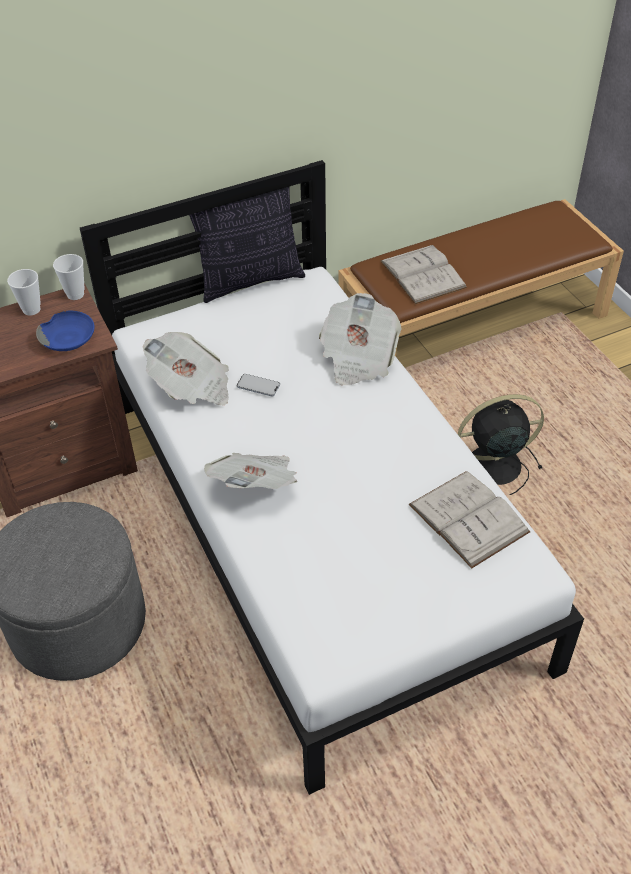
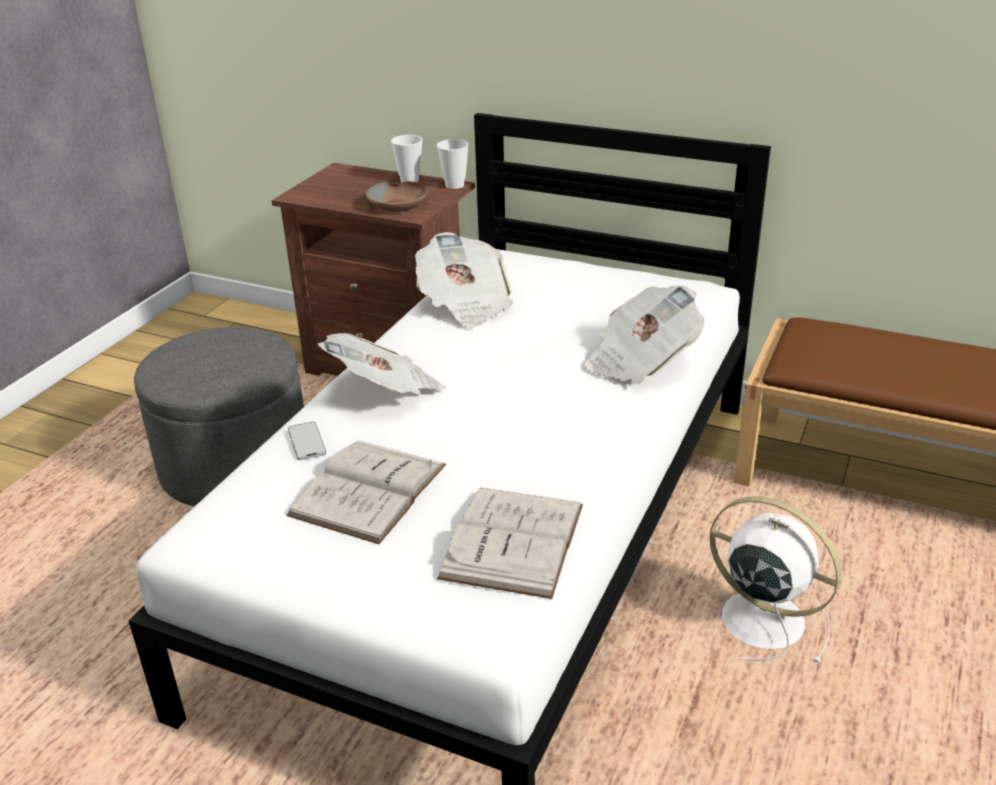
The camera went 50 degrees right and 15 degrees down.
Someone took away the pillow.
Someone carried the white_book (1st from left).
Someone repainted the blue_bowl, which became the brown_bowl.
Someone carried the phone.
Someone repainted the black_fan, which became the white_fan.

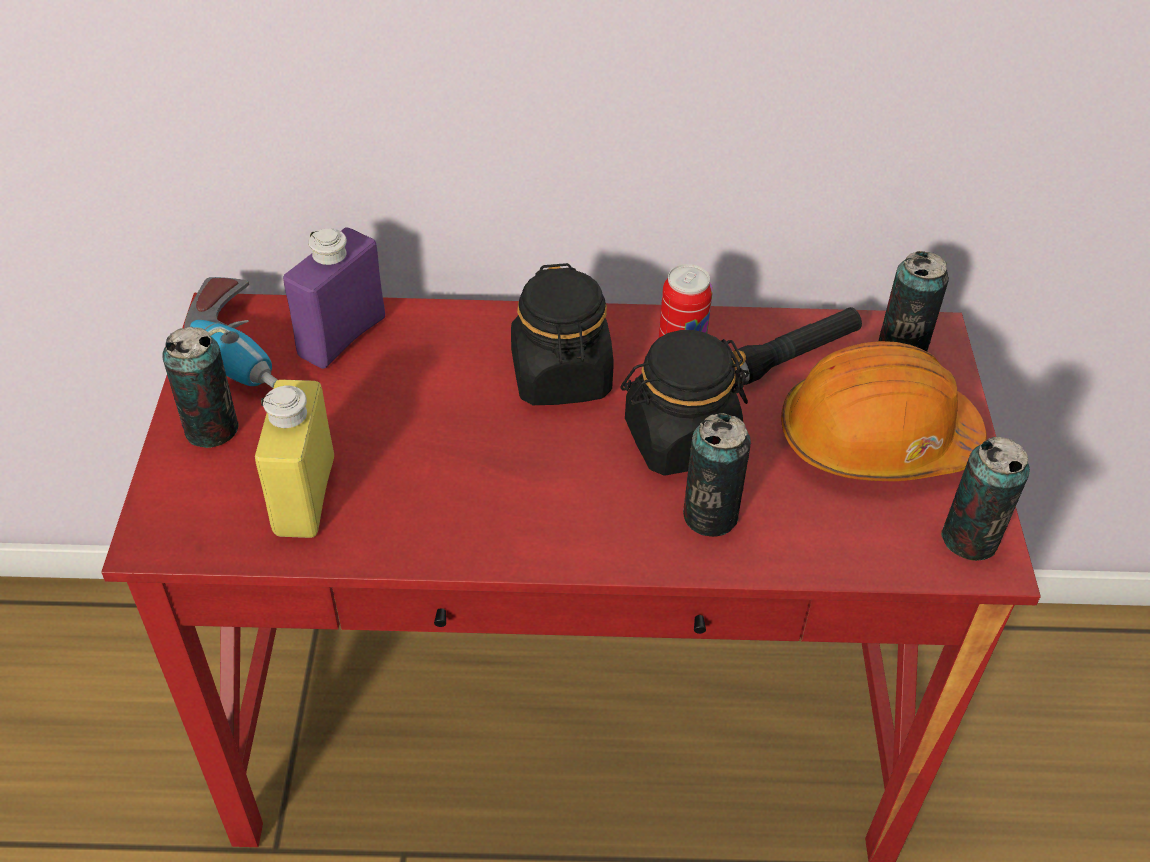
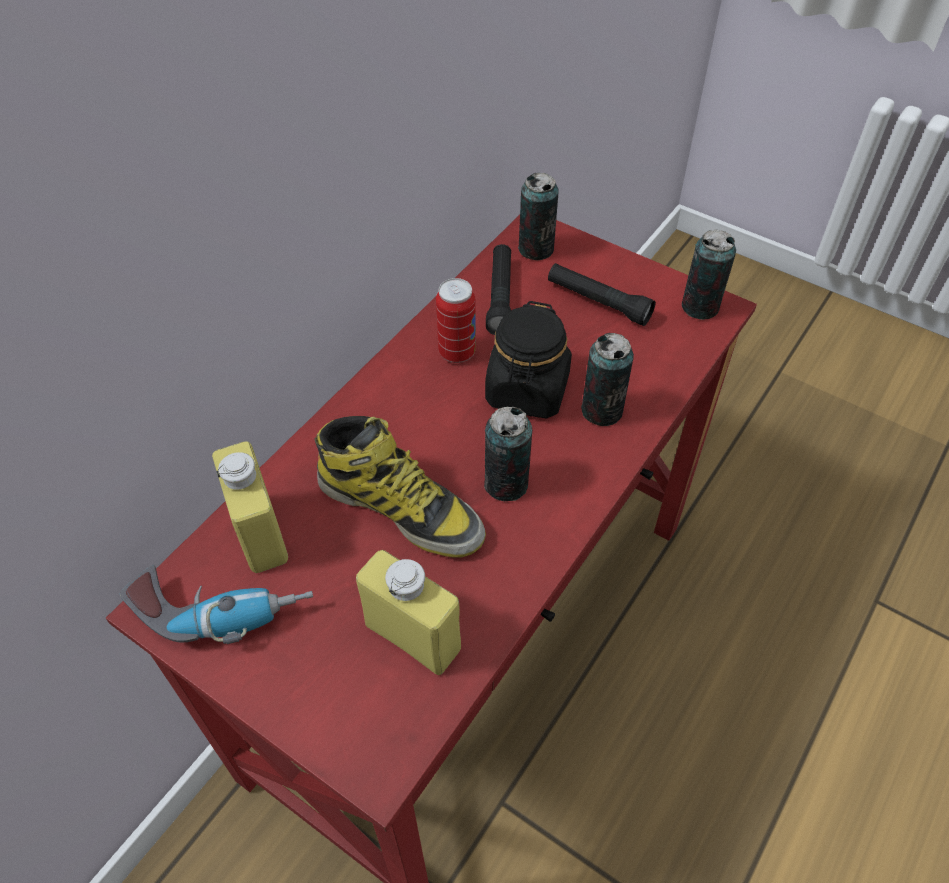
The camera went 55 degrees left and 5 degrees up.
Someone repainted the purple_bottle, which became the yellow_bottle (1st from left).
Someone took away the black_jar (1st from left).
Someone carried the can (1st from left in the first image).
Someone swapped the orange_hard_hat for the black_flashlight (2nd from left).
Someone put down the boot.

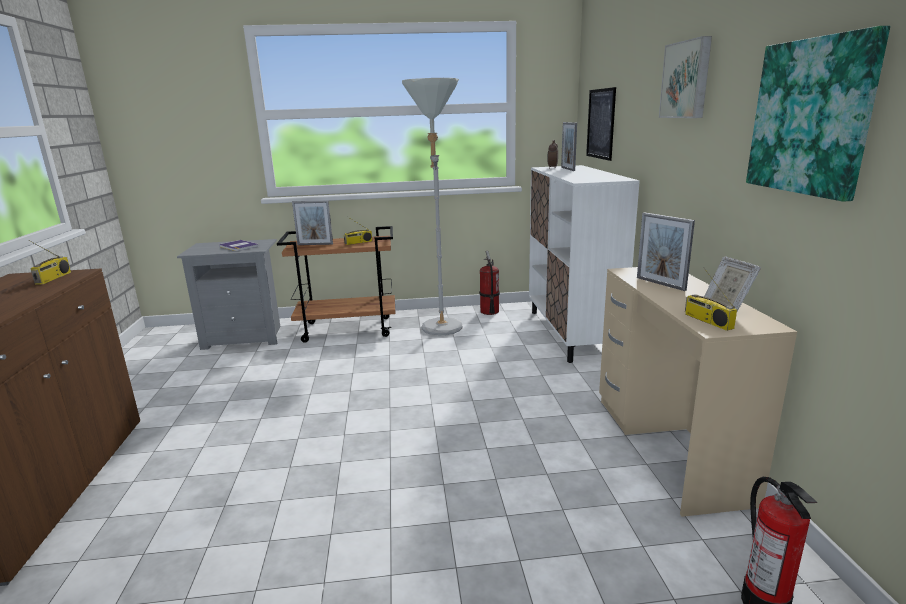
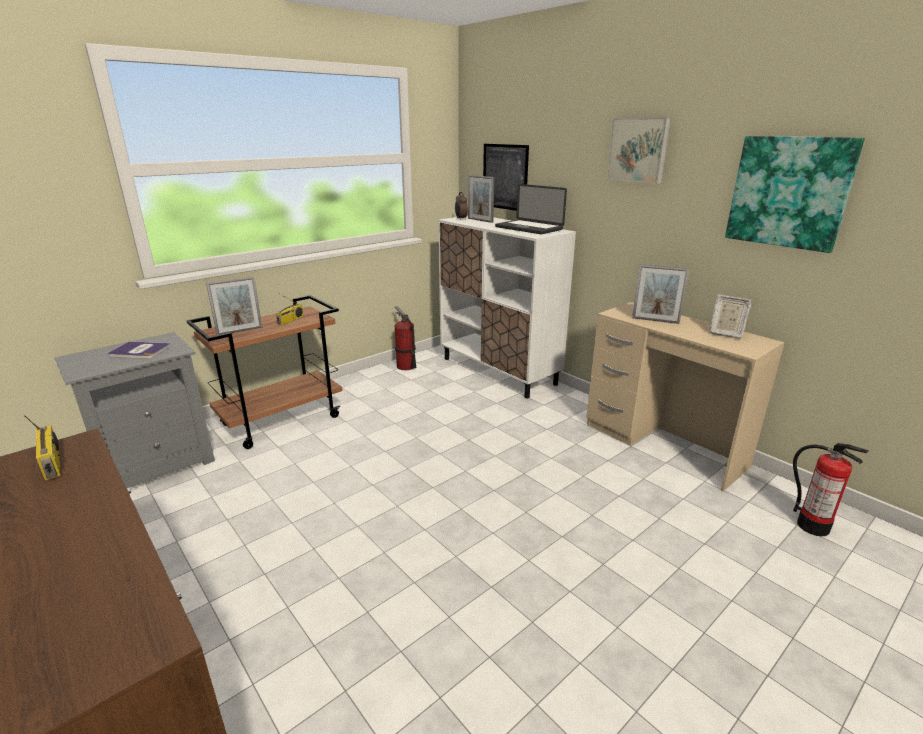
The camera went 35 degrees left and 5 degrees up.
Someone took away the grey_floor_lamp.
Someone took away the radio (3rd from left).
Someone put down the laptop.

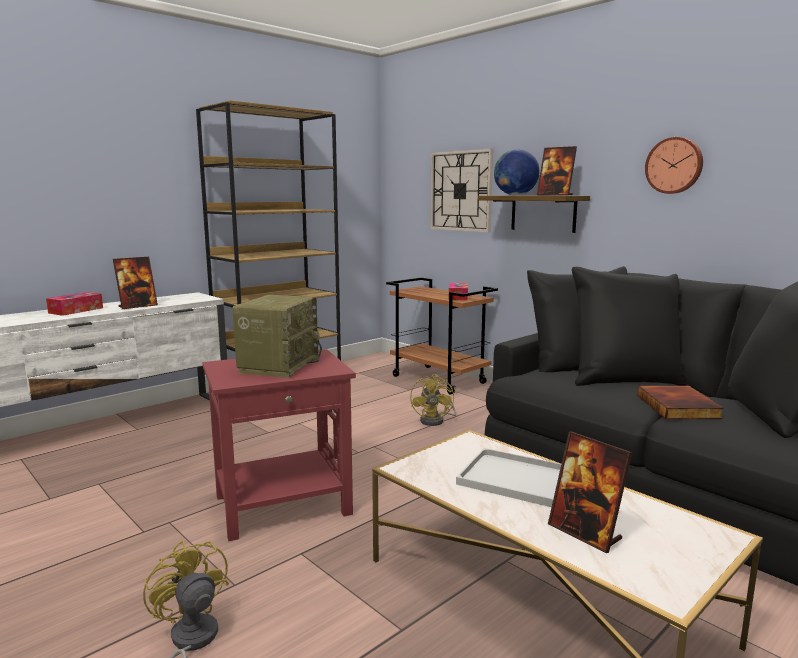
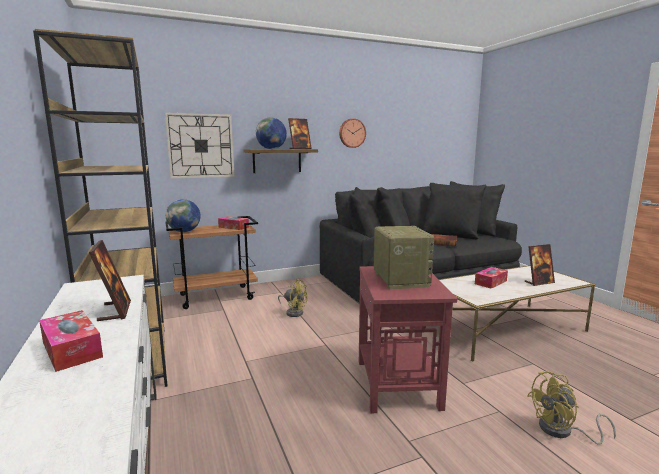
The camera went 70 degrees left and 0 degrees up.
Someone rotated the radio by 45 degrees clockwise.
Someone swapped the white_tray for the tissue_box (3rd from left).
Someone put down the globe (1st from left).

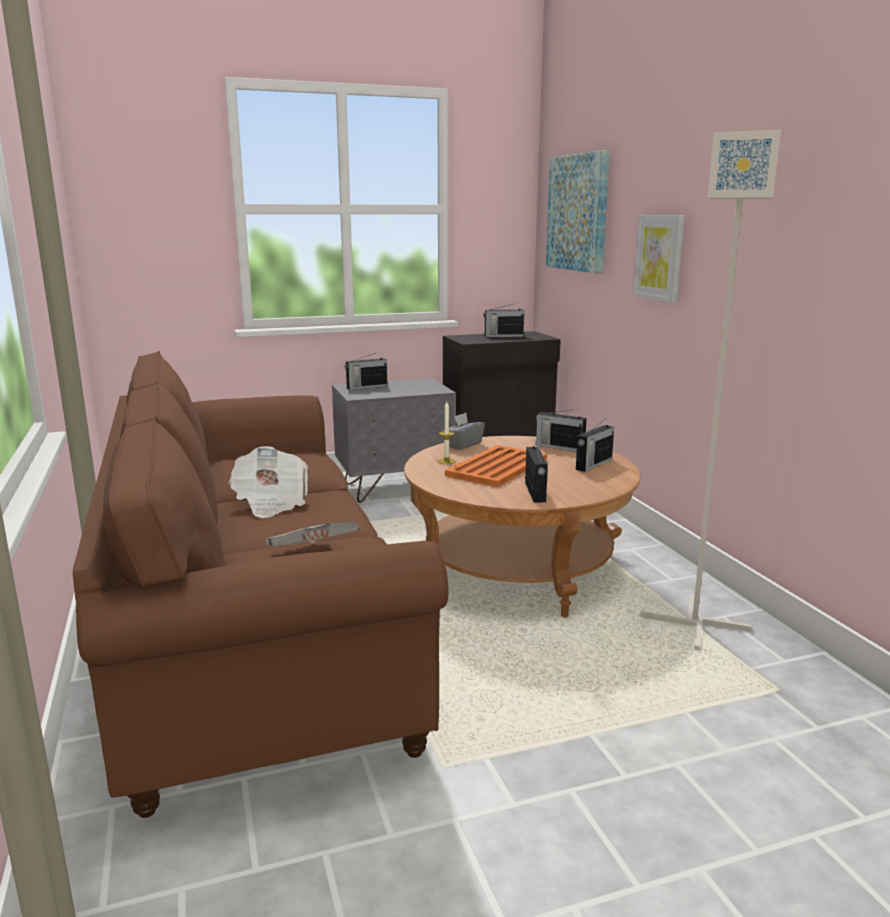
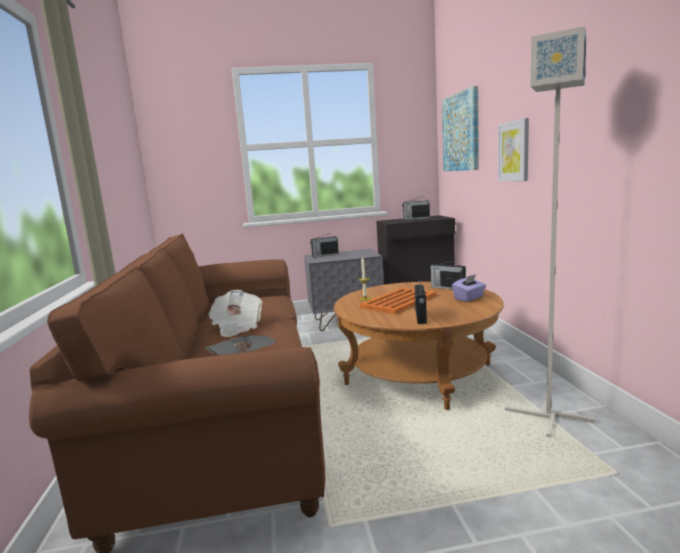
The camera went 10 degrees right and 5 degrees down.
Someone took away the grey_tissue_box.
Someone swapped the radio (5th from left) for the purple_tissue_box.

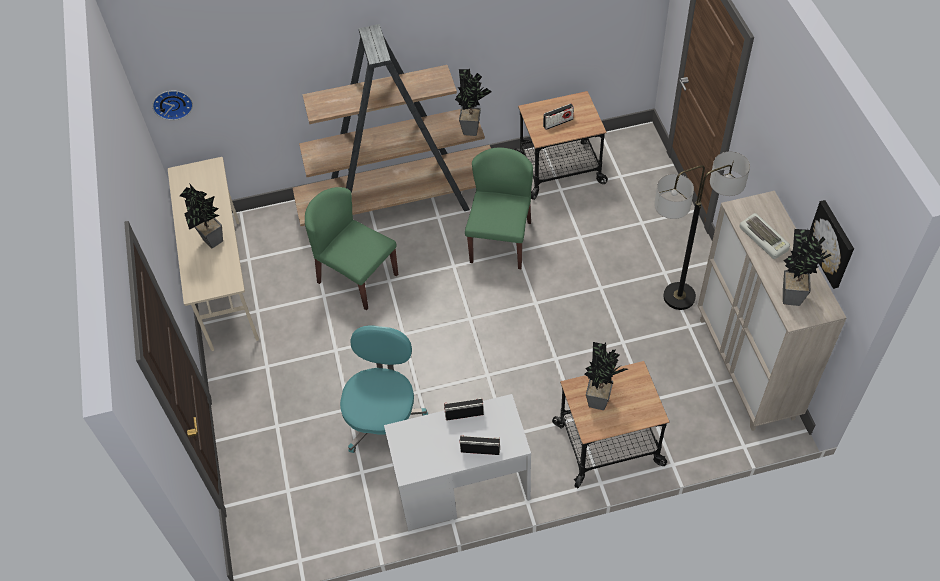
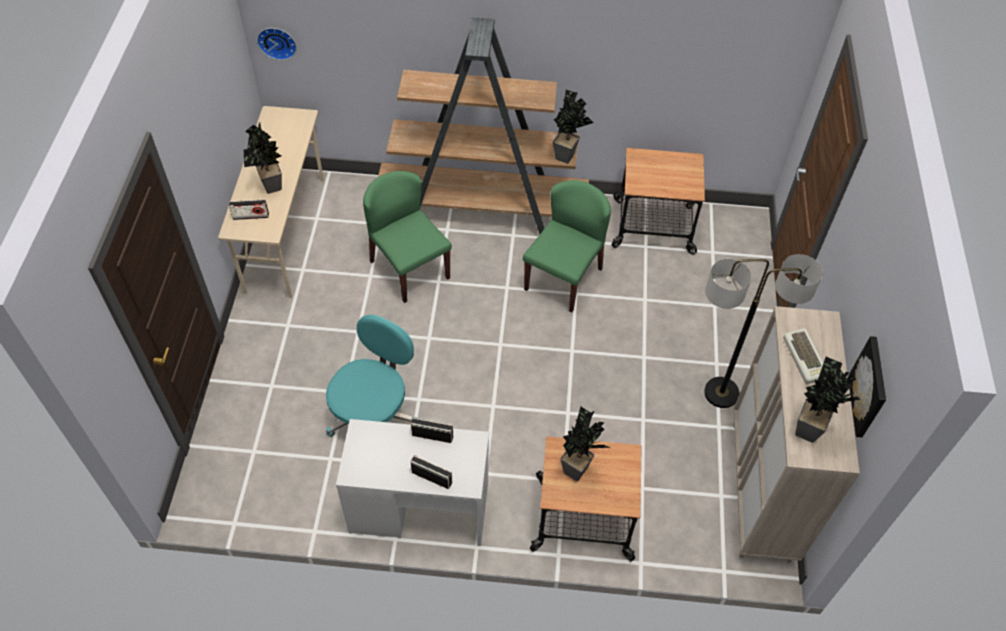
The camera went 15 degrees right and 0 degrees up.
Someone carried the radio (3rd from left in the first image).

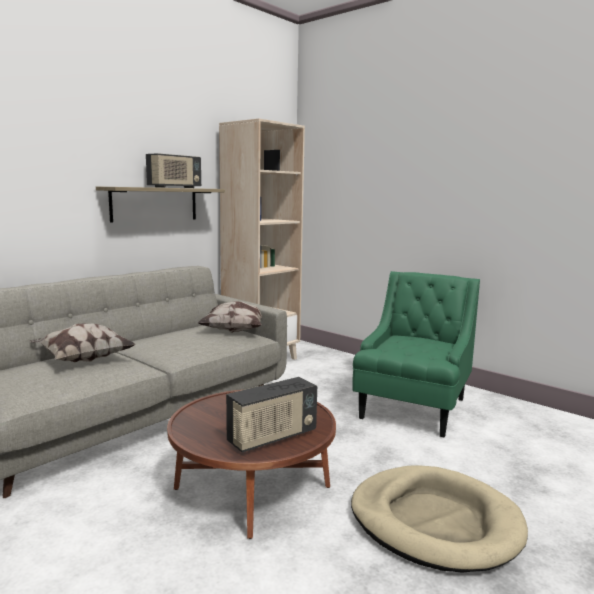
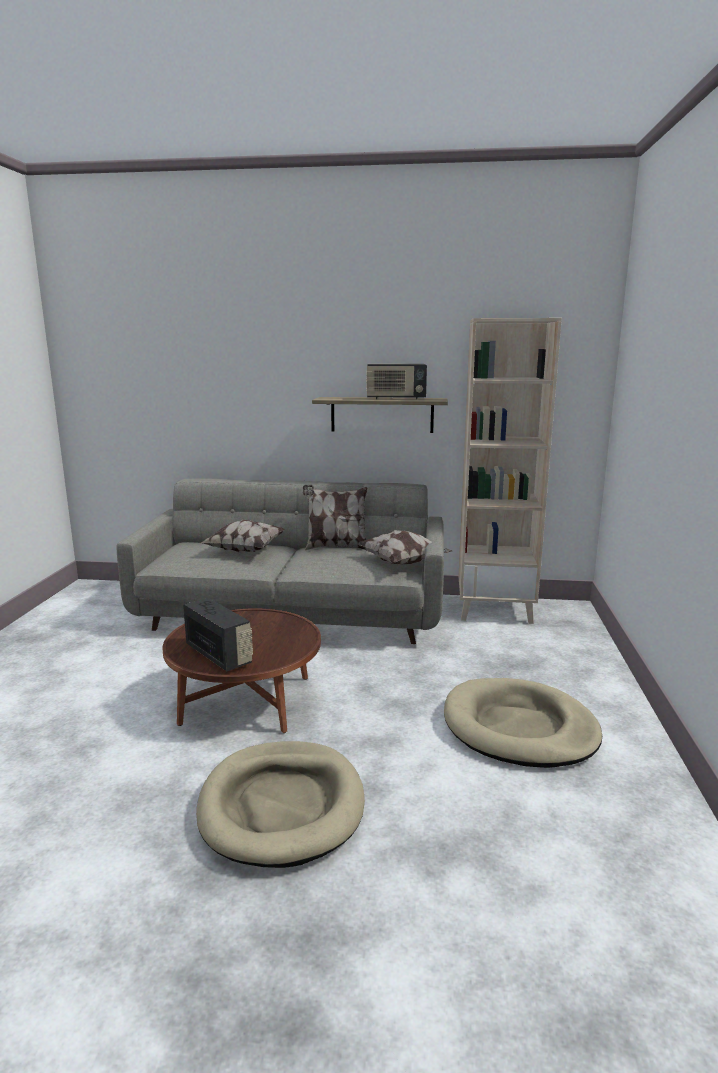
The camera went 55 degrees right and 5 degrees up.
Someone swapped the green_armchair for the beige_dog_bed (2nd from left).
Someone rotated the radio (2nd from left in the first image) by 150 degrees counterclockwise.
Someone put down the pillow (2nd from left).

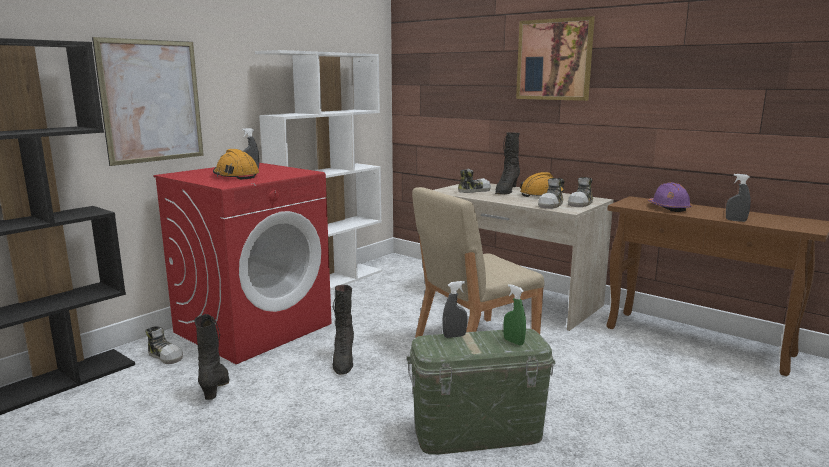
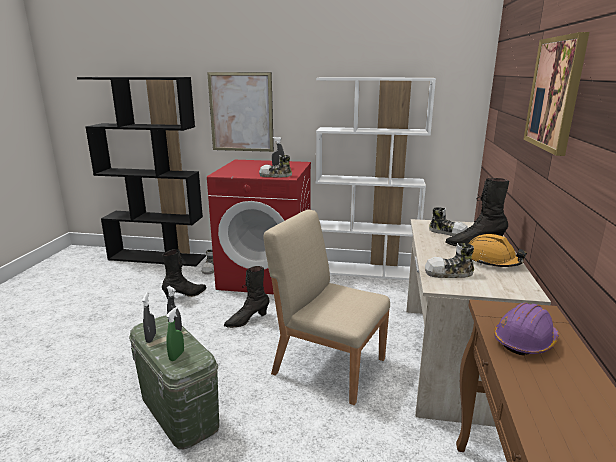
The camera went 60 degrees right and 5 degrees up.
Someone took away the orange_hard_hat (1st from left).
Someone carried the grey_spray_bottle (3rd from left in the first image).
Someone carried the shoe (4th from left in the first image).

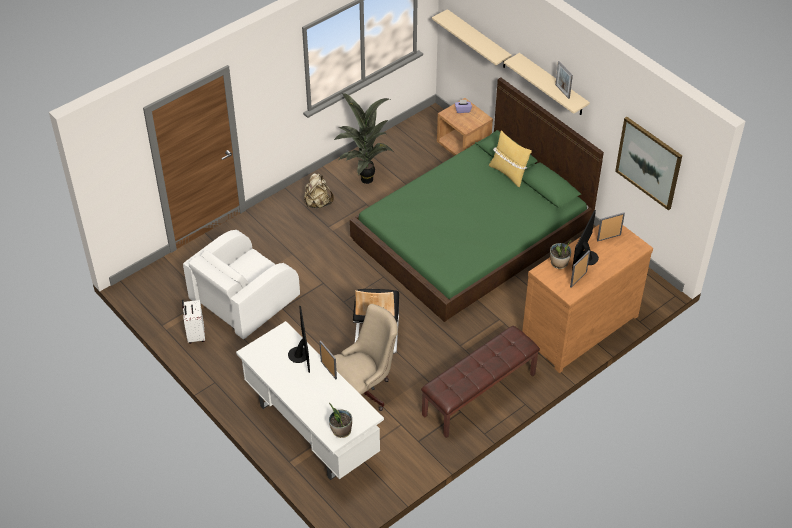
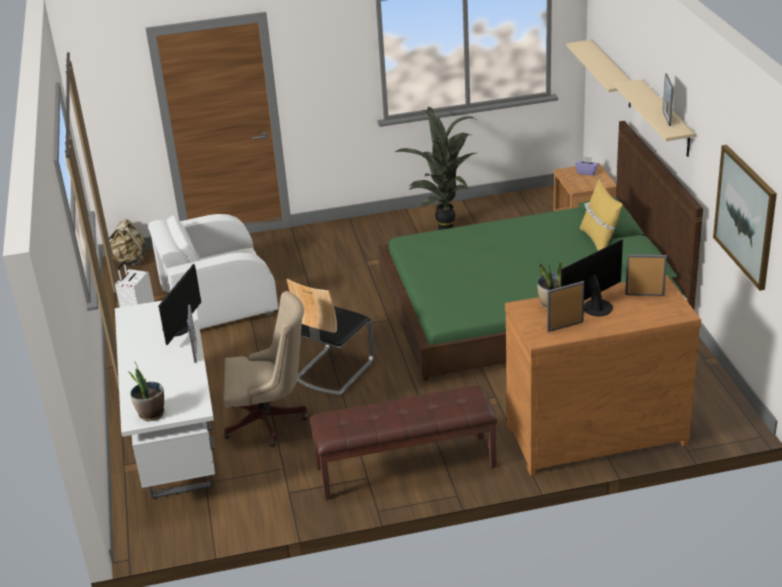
The camera went 30 degrees right and 15 degrees down.
Someone carried the beige_backpack.

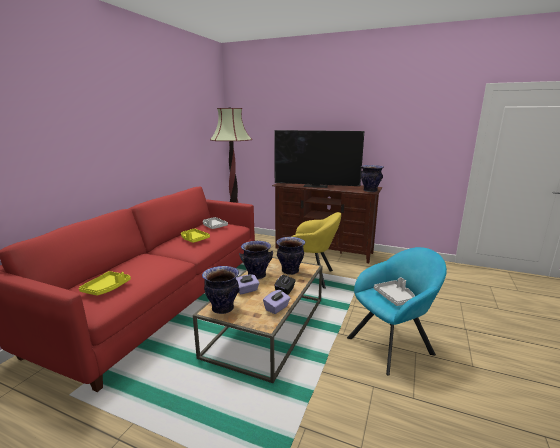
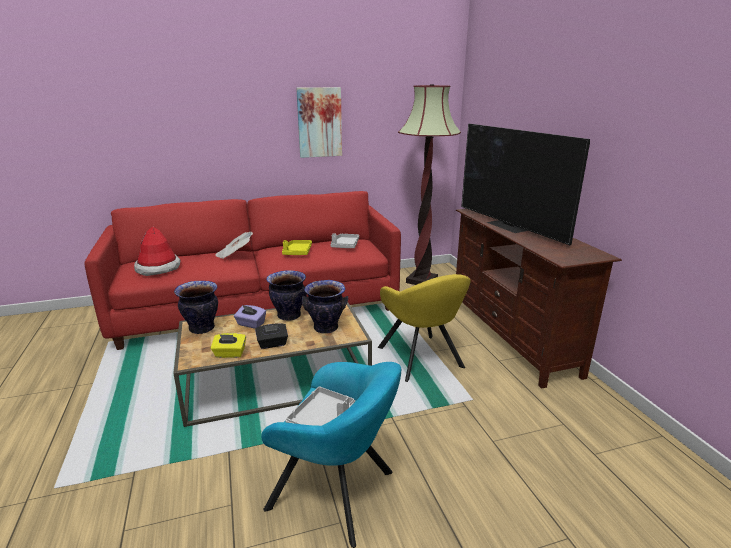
The camera went 50 degrees right and 5 degrees up.
Someone took away the vase (4th from left).
Someone swapped the yellow_tray (1st from left) for the hat.
Someone repainted the purple_tissue_box (2nd from left), which became the yellow_tissue_box.
Someone put up the picture.
Someone put down the newspaper.

